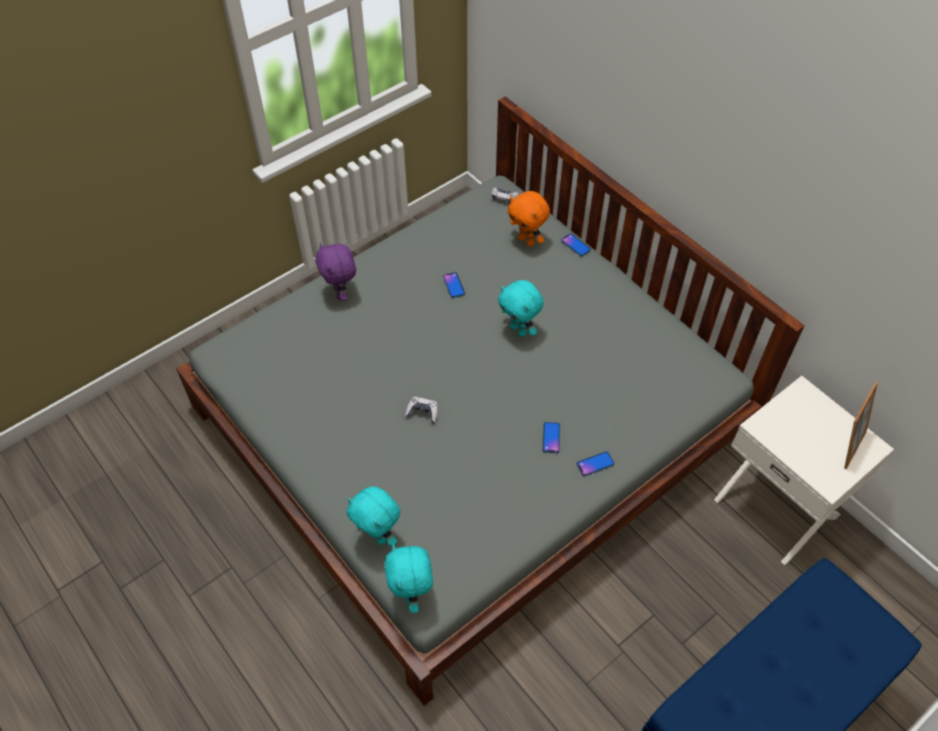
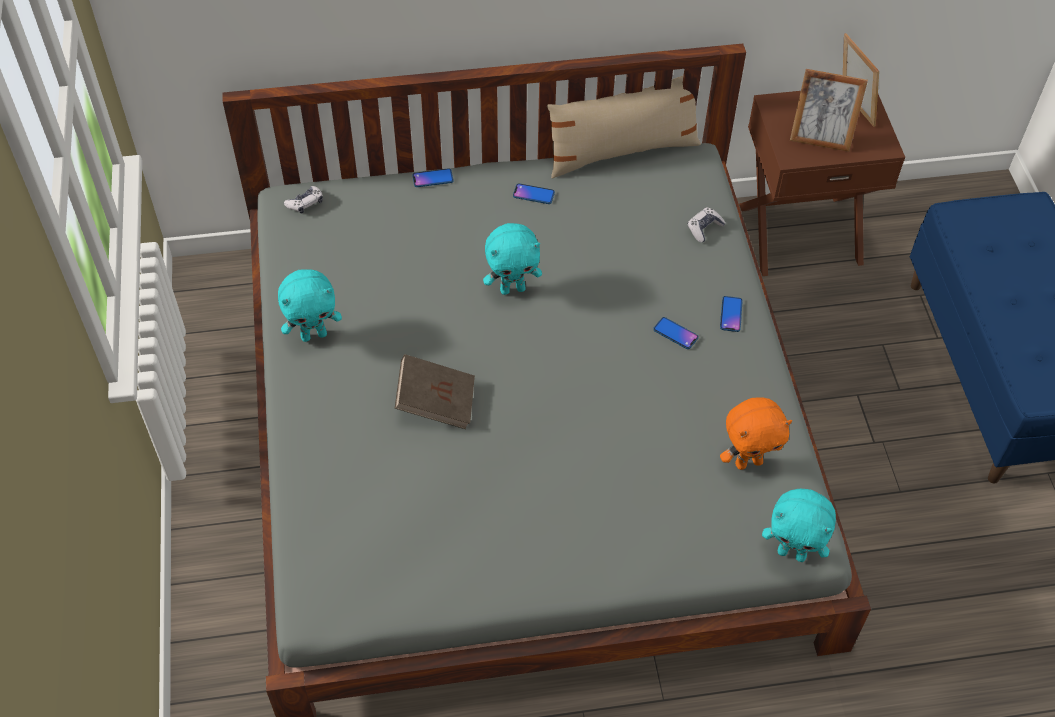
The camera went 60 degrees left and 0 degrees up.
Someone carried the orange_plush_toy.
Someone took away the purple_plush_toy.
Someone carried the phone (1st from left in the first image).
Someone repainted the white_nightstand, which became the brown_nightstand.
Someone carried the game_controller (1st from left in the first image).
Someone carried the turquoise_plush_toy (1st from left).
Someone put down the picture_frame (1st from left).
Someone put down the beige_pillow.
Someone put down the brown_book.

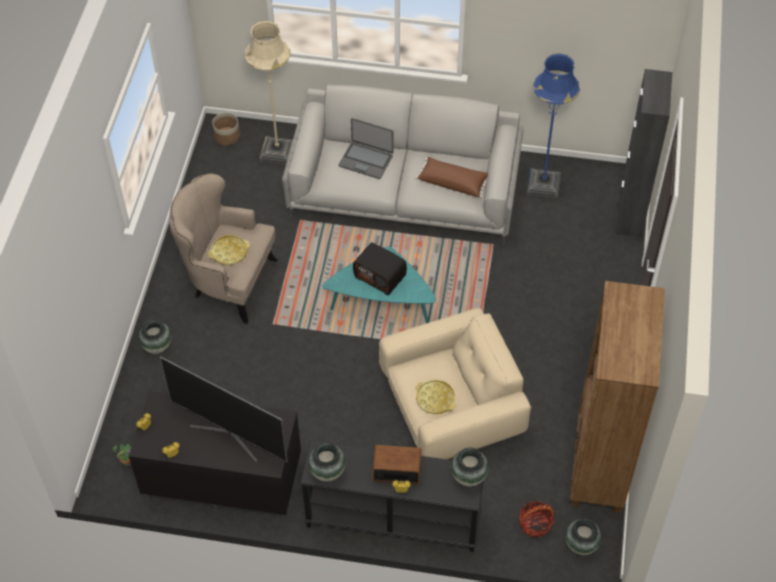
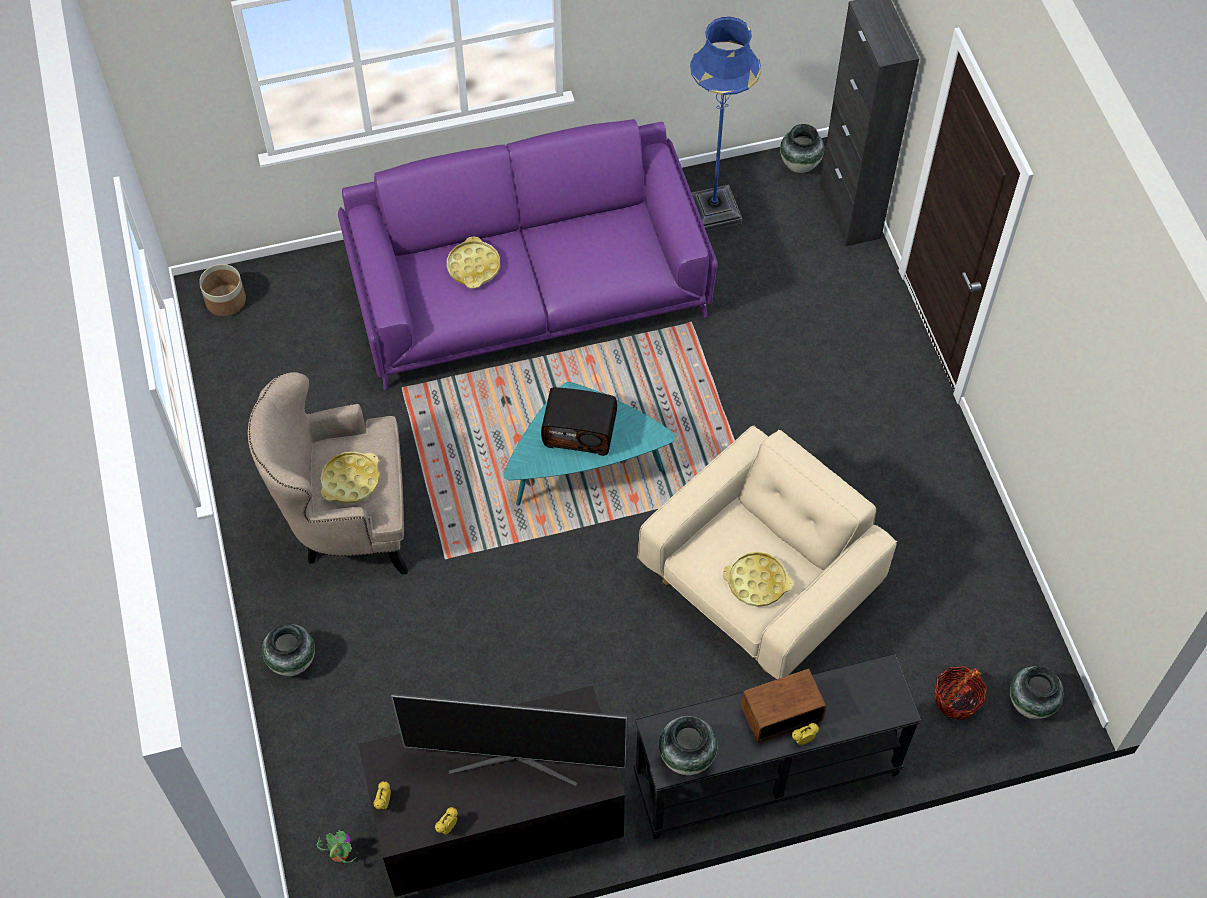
The camera went 25 degrees left and 5 degrees up.
Someone took away the beige_floor_lamp.
Someone repainted the grey_sofa, which became the purple_sofa.
Someone swapped the laptop for the yellow_tray (2nd from left).
Someone took away the brown_pillow.
Someone took away the brown_bookcase.
Someone carried the vase (3rd from left).

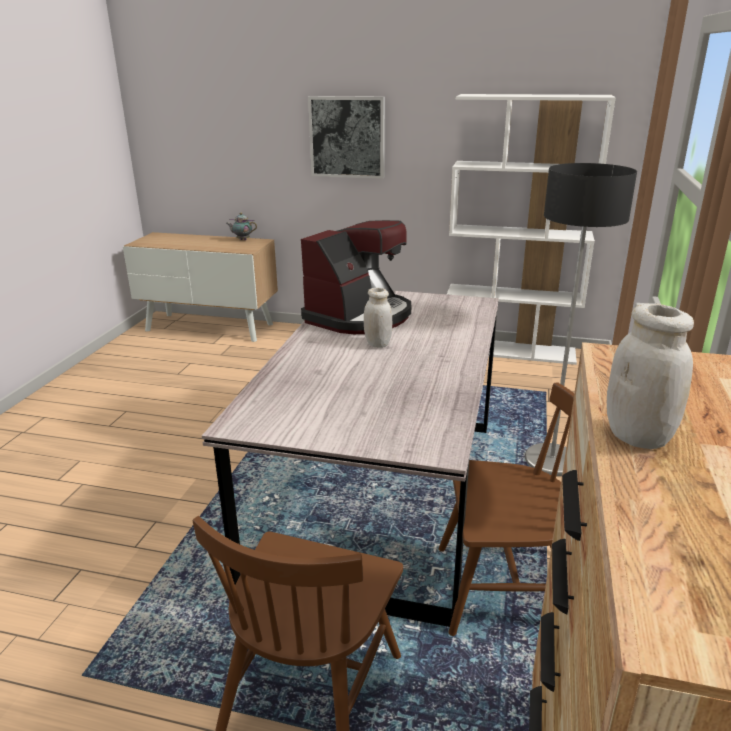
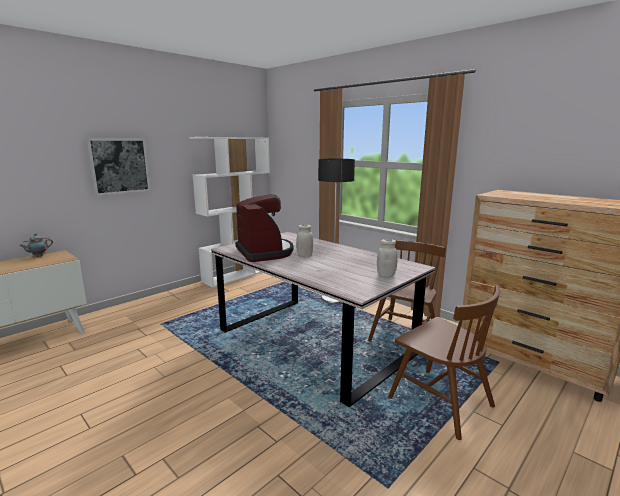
The camera went 60 degrees left and 10 degrees down.
Someone carried the white_jar (2nd from left).

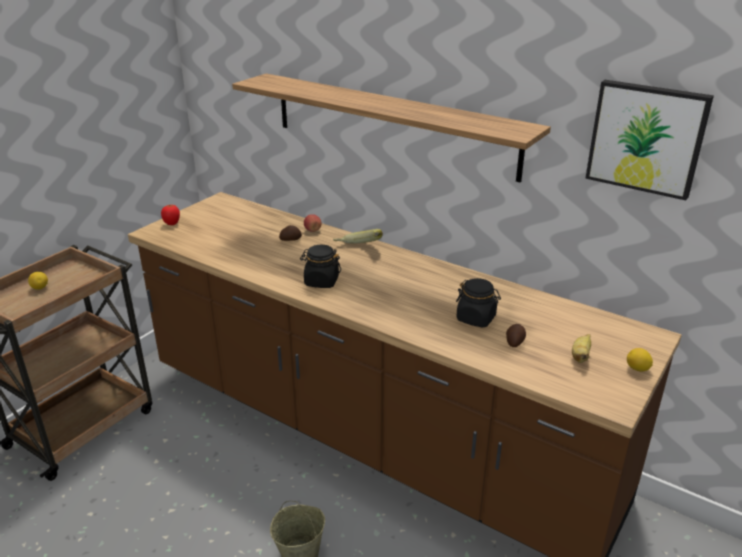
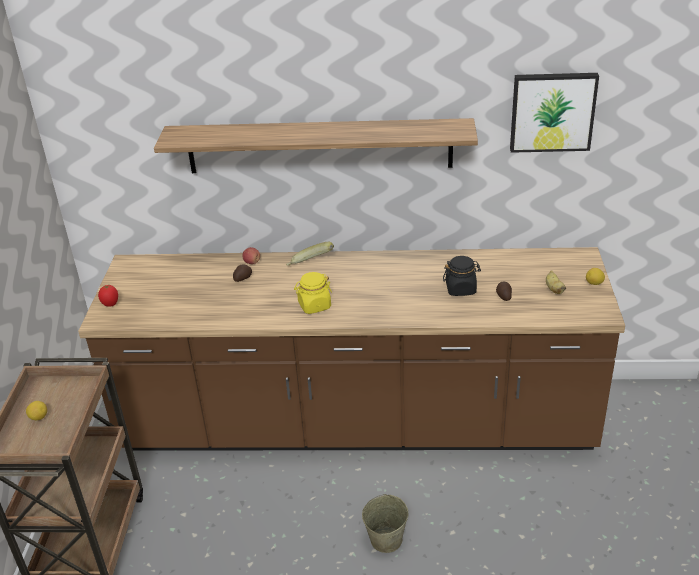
The camera went 30 degrees left and 5 degrees up.
Someone repainted the black_jar (1st from left), which became the yellow_jar.

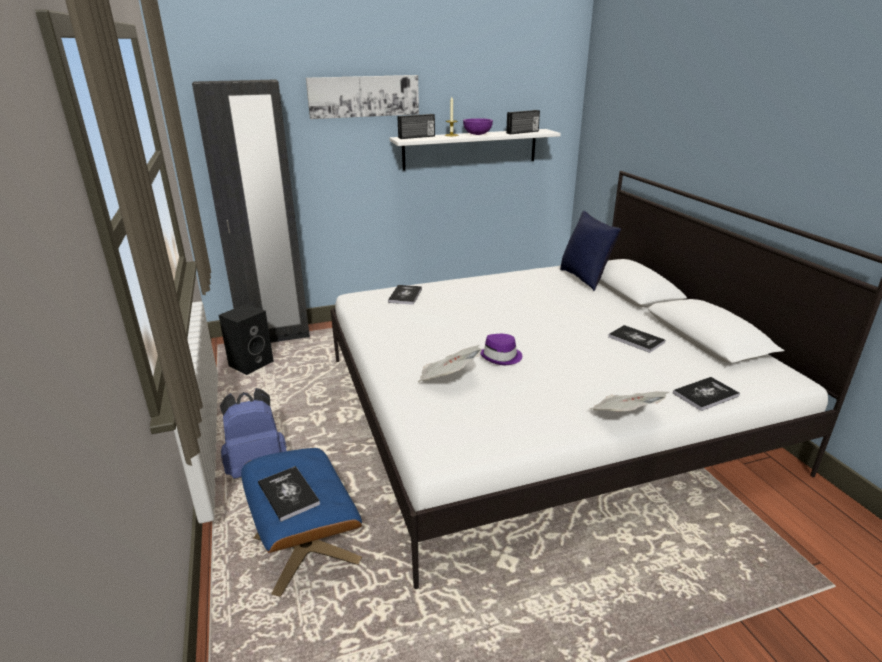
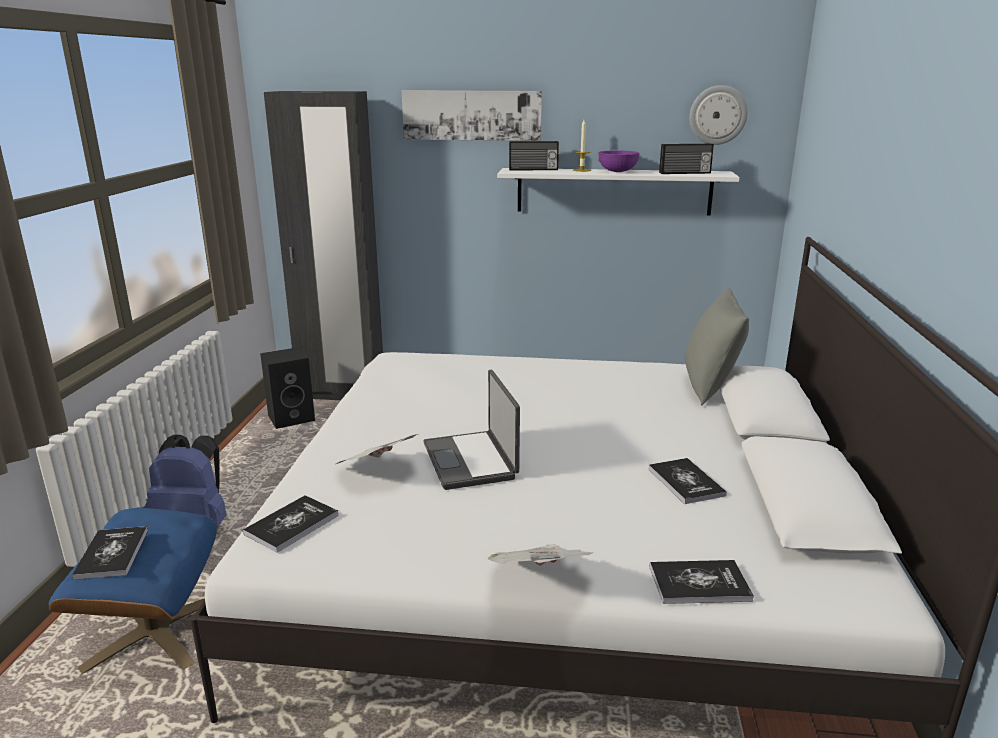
The camera went 25 degrees right and 5 degrees down.
Someone repainted the blue_pillow, which became the grey_pillow.
Someone carried the book (2nd from left).
Someone swapped the purple_hat for the laptop.
Someone put up the wall_clock.

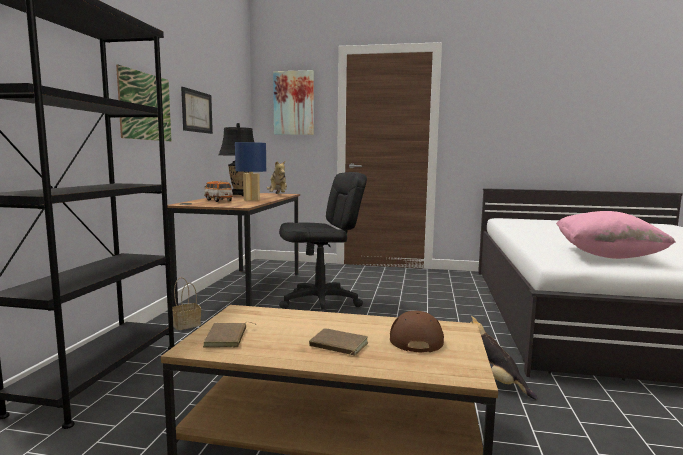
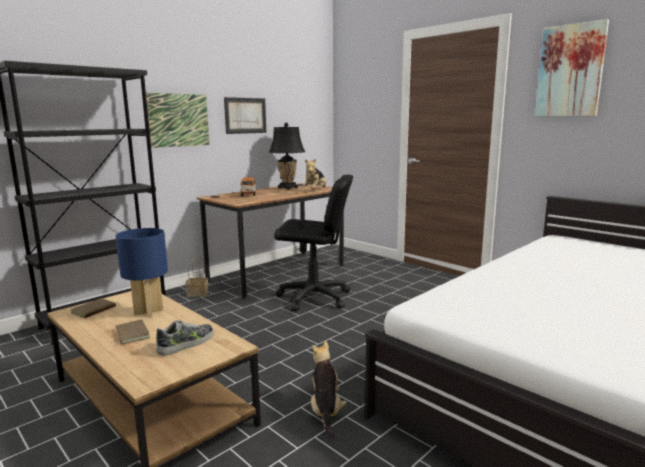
The camera went 35 degrees right and 5 degrees up.
Someone carried the picture (3rd from left).
Someone carried the blue_table_lamp.
Someone took away the pink_pillow.
Someone swapped the brown_cap for the shoe.

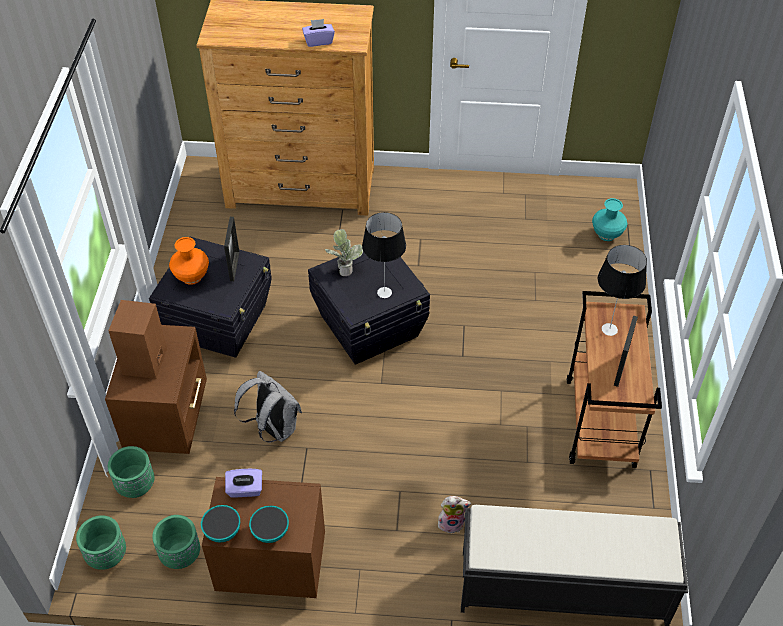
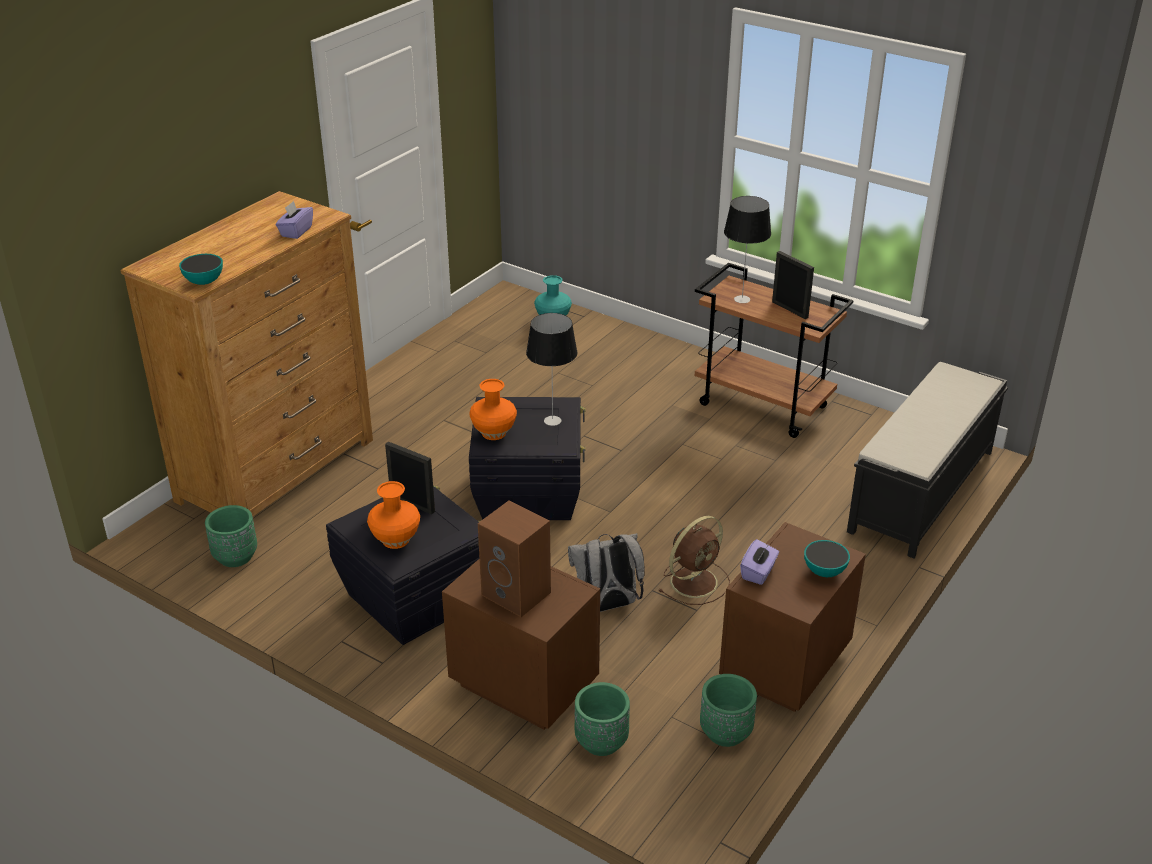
The camera went 60 degrees left and 15 degrees down.
Someone swapped the potted_plant for the orange_vase (2nd from left).
Someone took away the plush_toy.
Someone carried the bowl (1st from left).
Someone carried the green_planter (1st from left).
Someone put down the brown_fan.

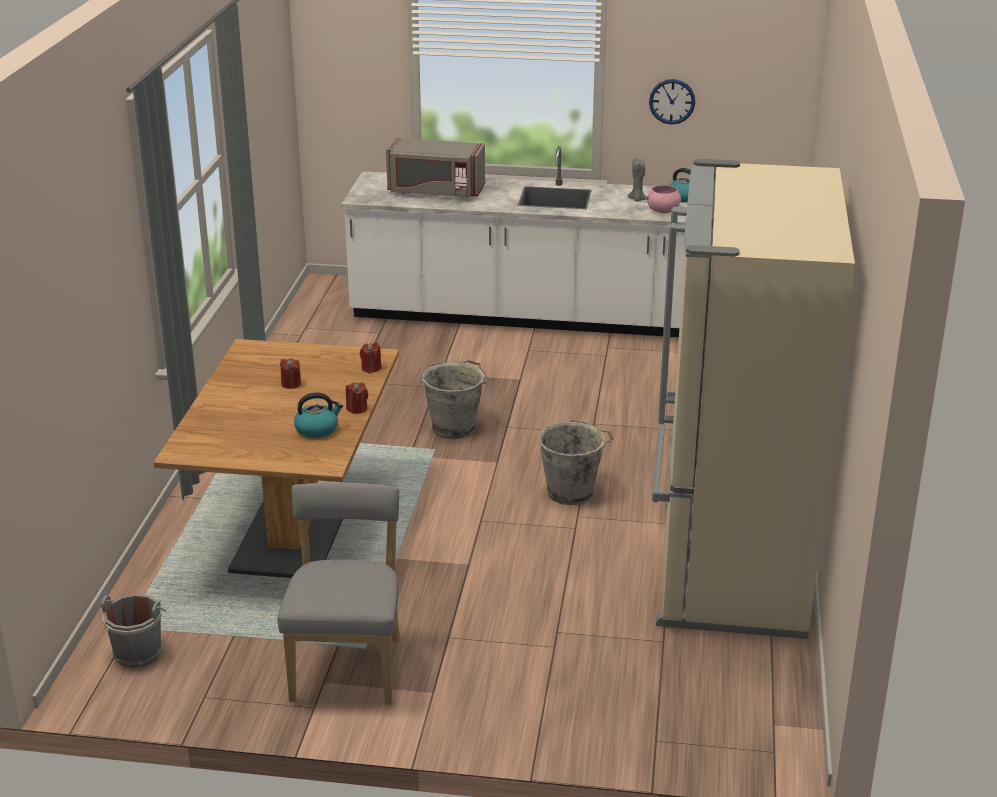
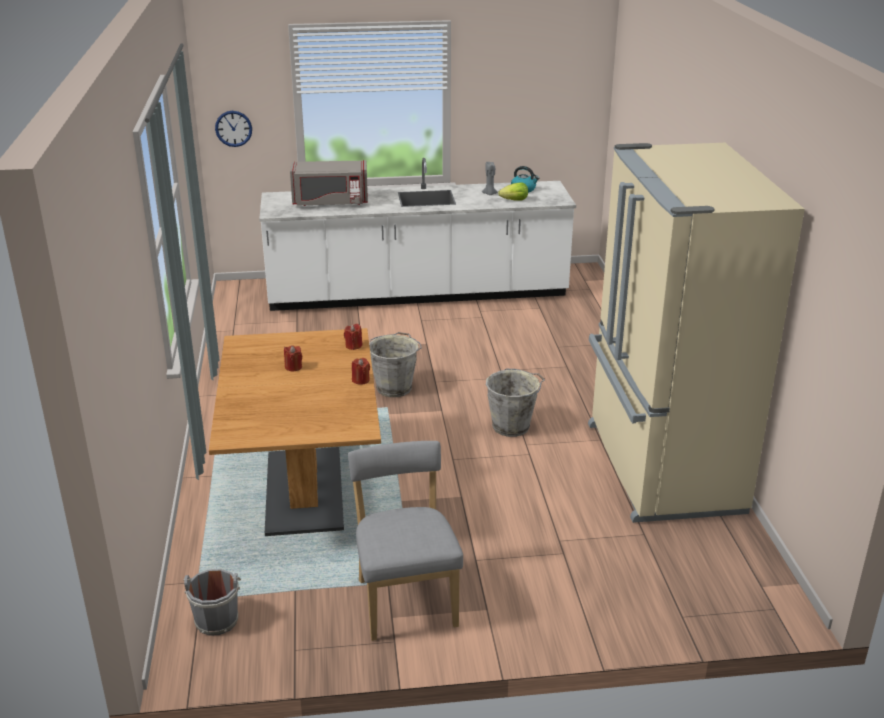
The camera went 15 degrees left and 0 degrees up.
Someone carried the wall_clock.
Someone swapped the pink_bowl for the lettuce.
Someone took away the kettle (1st from left).

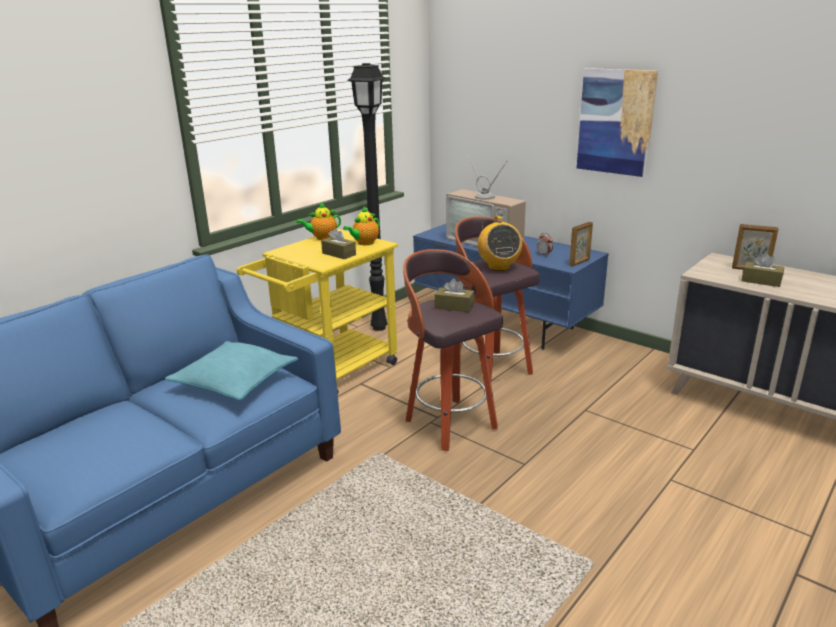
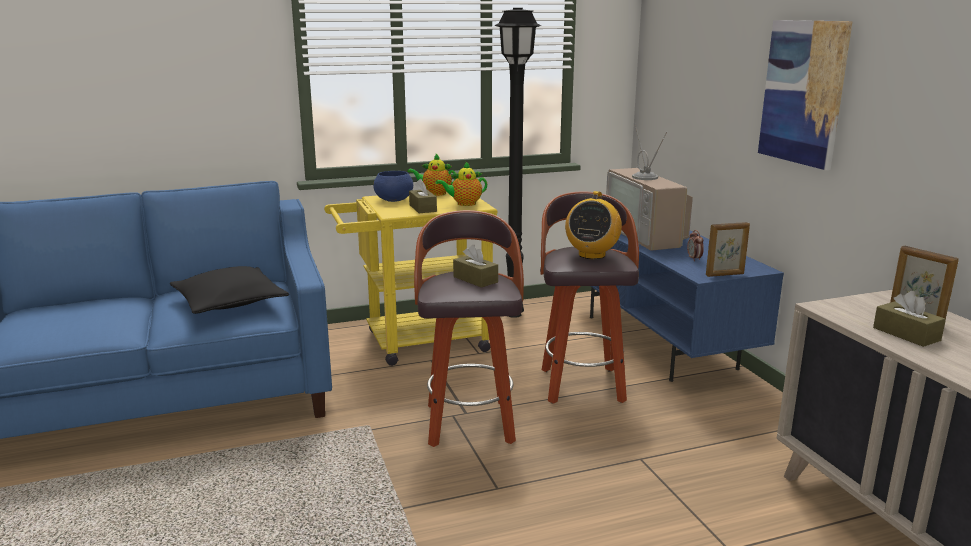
The camera went 30 degrees right and 5 degrees down.
Someone repainted the turquoise_pillow, which became the black_pillow.
Someone put down the blue_bowl.

